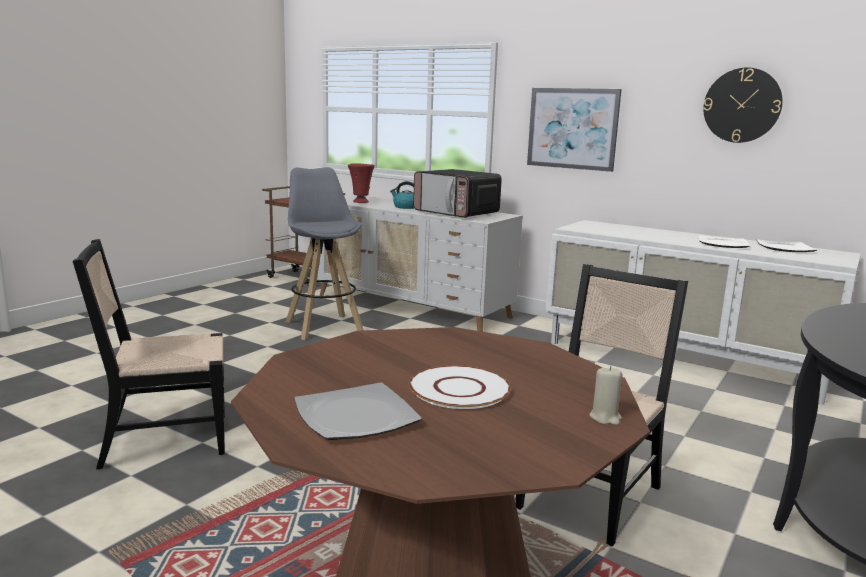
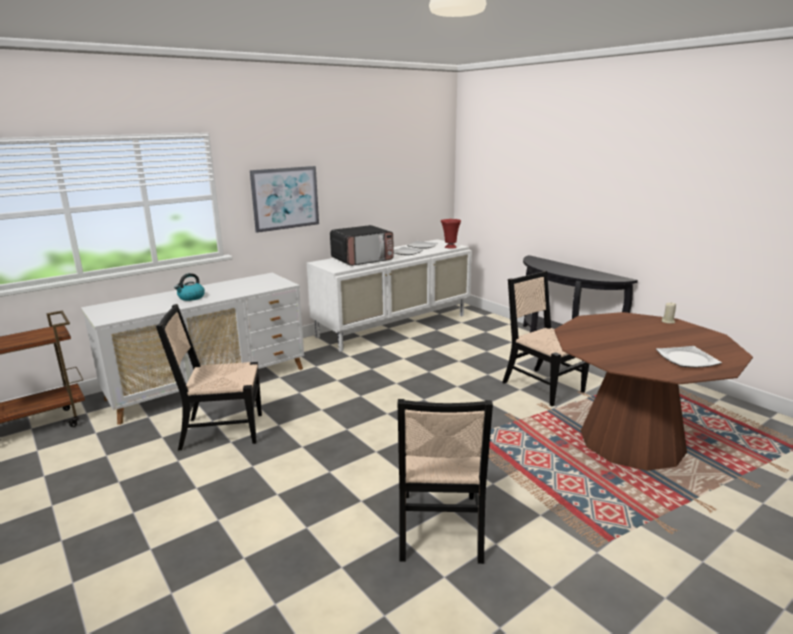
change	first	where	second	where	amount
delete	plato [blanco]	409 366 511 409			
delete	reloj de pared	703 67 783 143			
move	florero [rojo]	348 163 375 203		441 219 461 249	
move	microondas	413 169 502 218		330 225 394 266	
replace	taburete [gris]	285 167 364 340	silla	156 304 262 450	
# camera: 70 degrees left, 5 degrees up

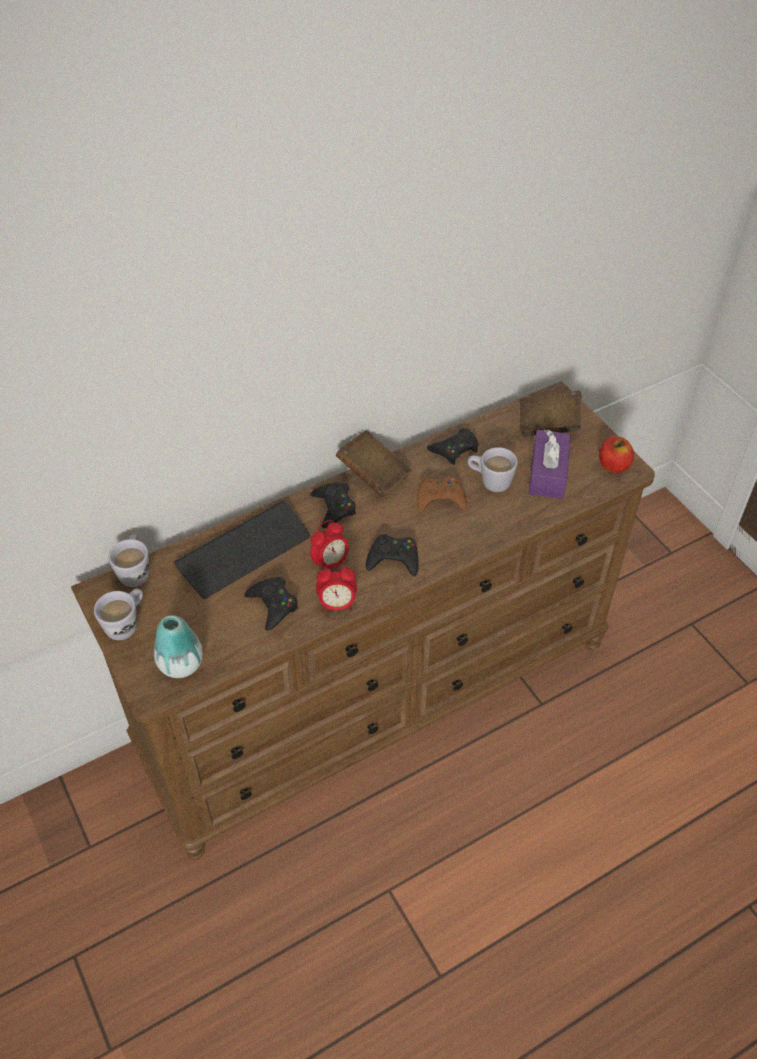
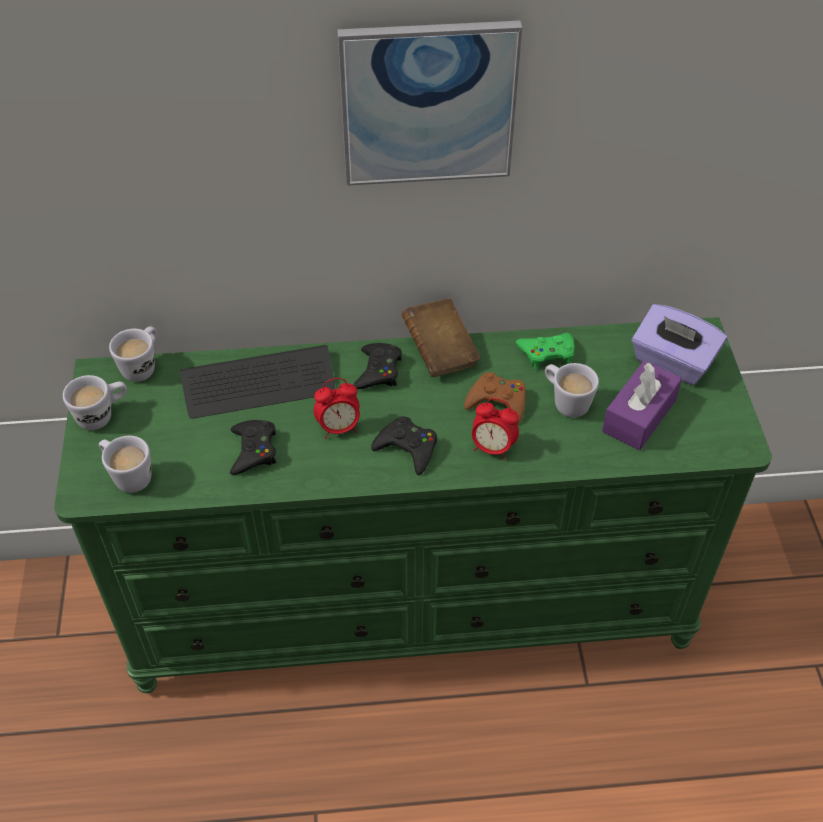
change	first	where	second	where	amount
delete	manzana	599 436 634 473			
insert			cuadro	338 21 522 186	
move	despertador	316 563 357 613		472 398 519 461	
replace	florero	154 615 203 678	taza grande [blanco]	99 436 152 493	
replace	libro [marrón]	519 391 582 437	caja de pañuelos [morado]	632 304 727 385	
recolor	cómoda [marrón]	71 381 655 860	cómoda [verde]	54 317 772 693	
recolor	mando de consola [negro]	427 428 479 465	mando de consola [verde]	516 333 574 370	
# camera: 25 degrees right, 0 degrees up

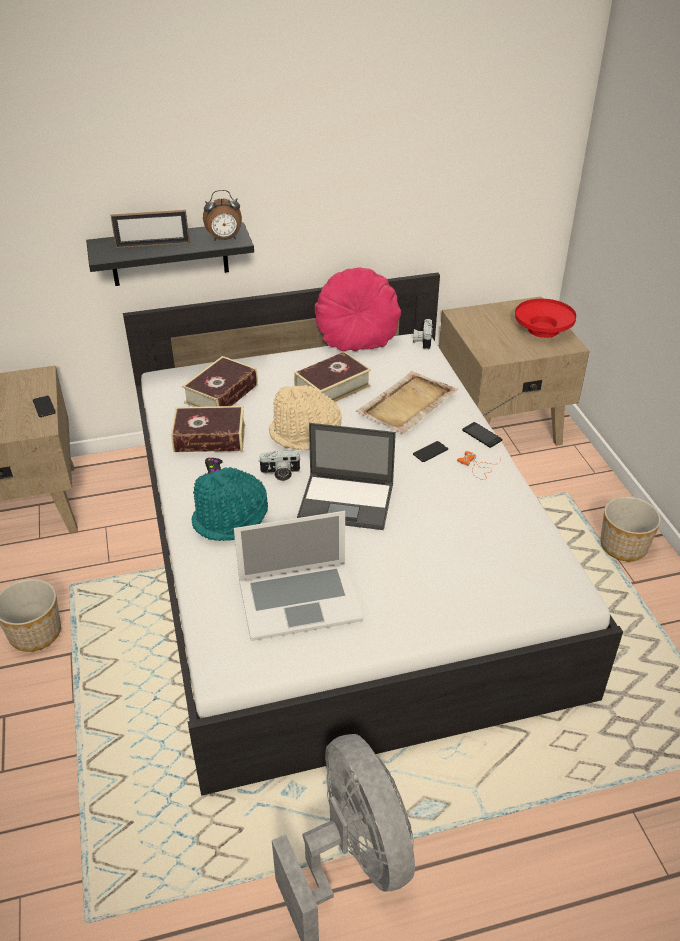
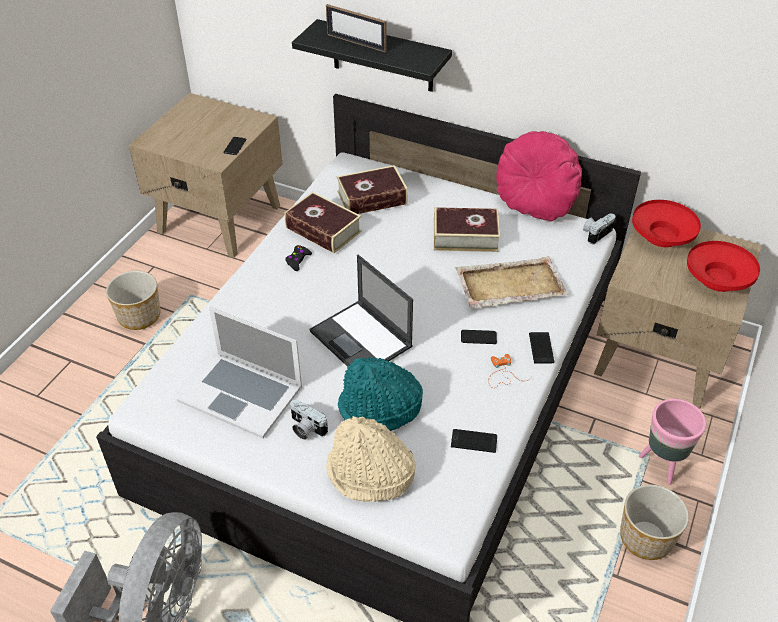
change	first	where	second	where	amount
delete	despertador	203 190 242 241			
insert			móvil	451 429 497 453	
insert			cuenco [rojo]	632 200 701 247	
insert			maceta [rosa]	639 399 706 485	
move	sombrero [turquesa]	192 467 268 541		338 357 423 431	
move	cámara	258 450 301 481		290 399 328 440	
move	sombrero [beis]	269 385 342 450		326 416 416 502	
# camera: 40 degrees right, 5 degrees up

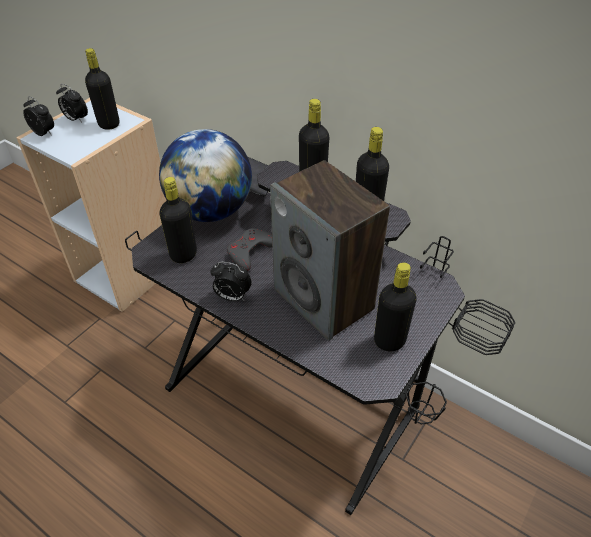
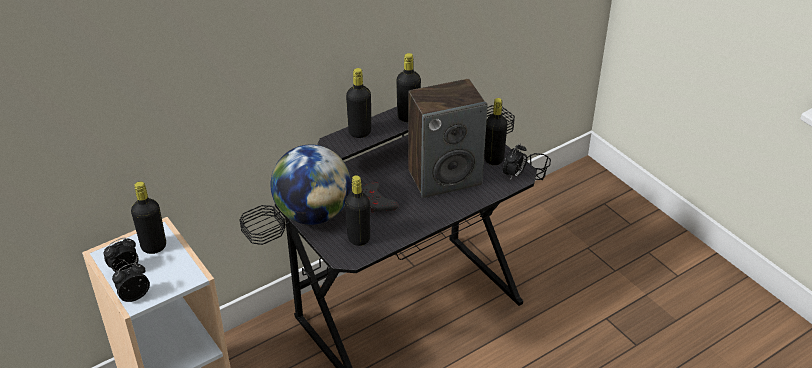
change	first	where	second	where	amount
move	despertador	210 262 252 302		503 143 527 180	
# camera: 70 degrees left, 5 degrees down

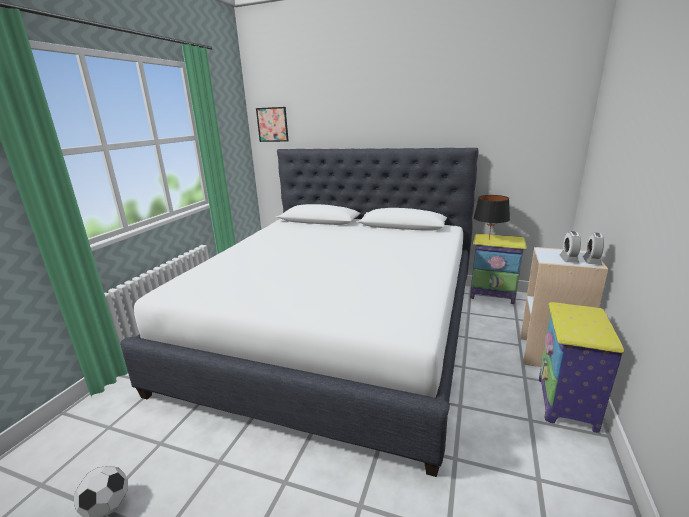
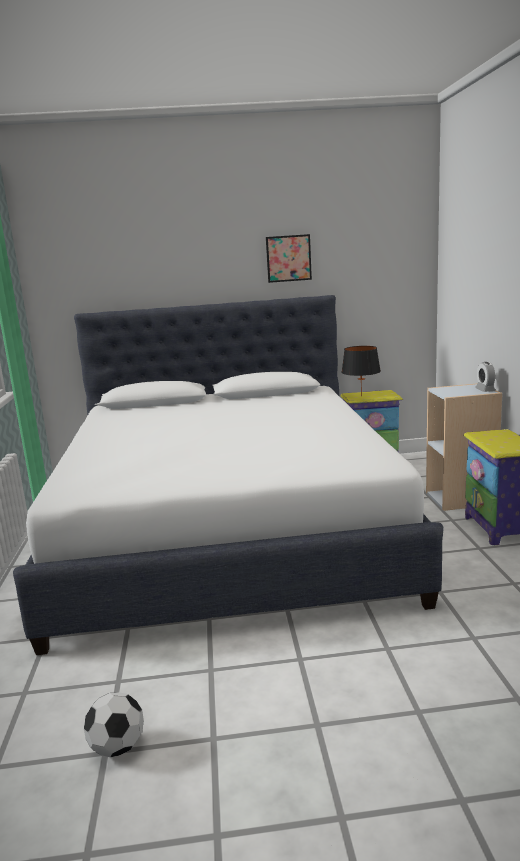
change	first	where	second	where	amount
delete	despertador	560 231 581 263			
move	cuadro	256 107 289 142		266 234 312 283	
# camera: 25 degrees left, 5 degrees down

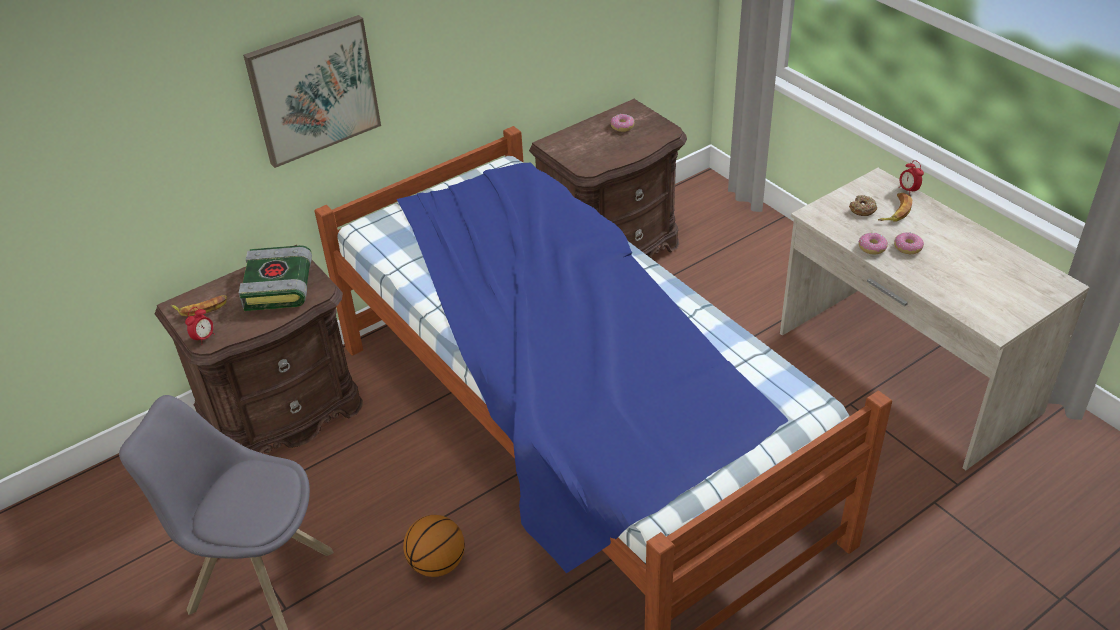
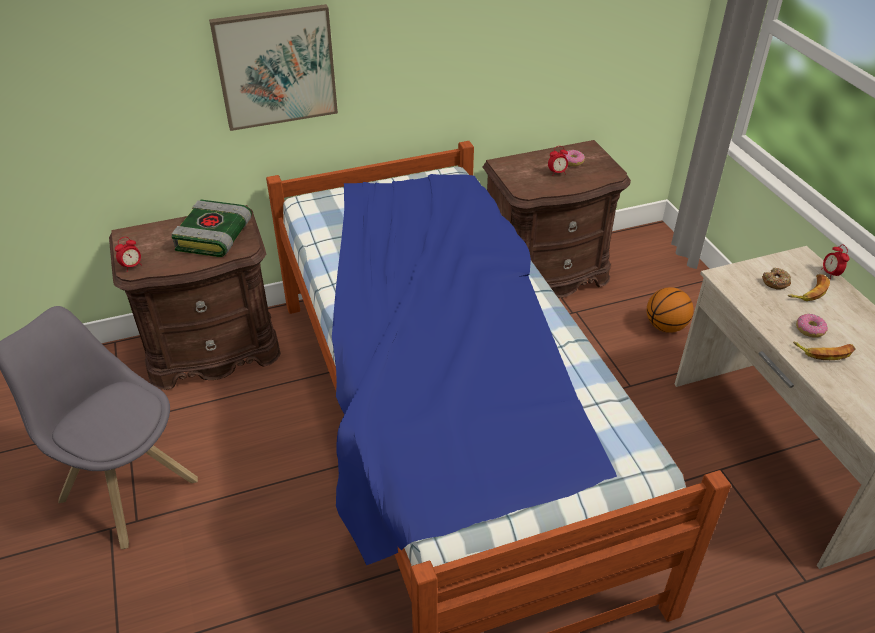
change	first	where	second	where	amount
delete	rosquilla	858 233 888 255			
insert			despertador	548 146 568 176	
move	plátano	171 295 227 317		793 342 855 360	
move	balón de baloncesto	403 515 465 577		647 287 694 333	
# camera: 15 degrees right, 0 degrees up

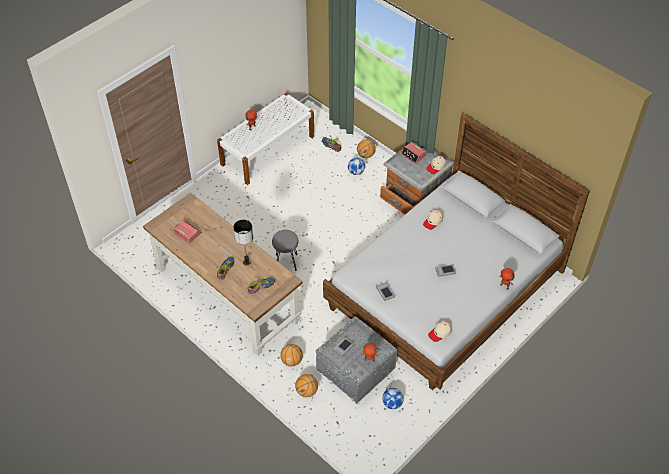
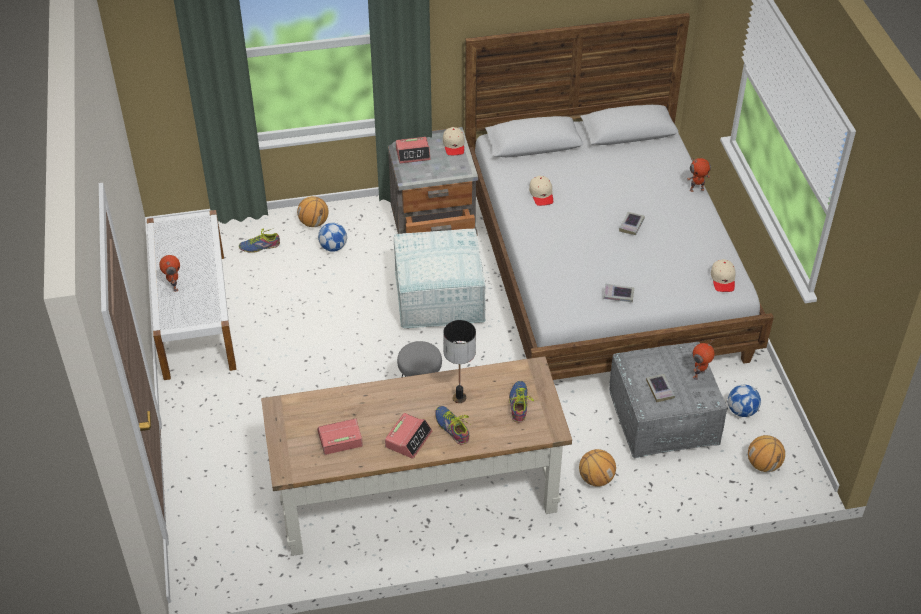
change	first	where	second	where	amount
insert			despertador	385 413 432 459	
insert			puf [blanco]	394 229 486 328	
move	balón de baloncesto	295 374 318 397		748 435 785 472	
# camera: 55 degrees left, 5 degrees down

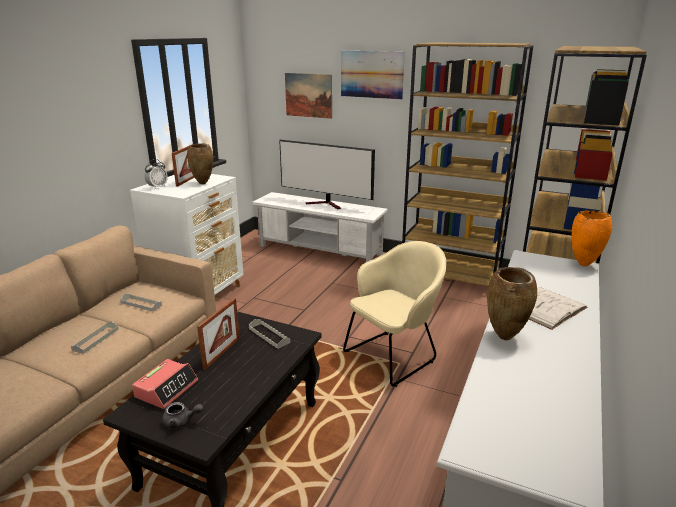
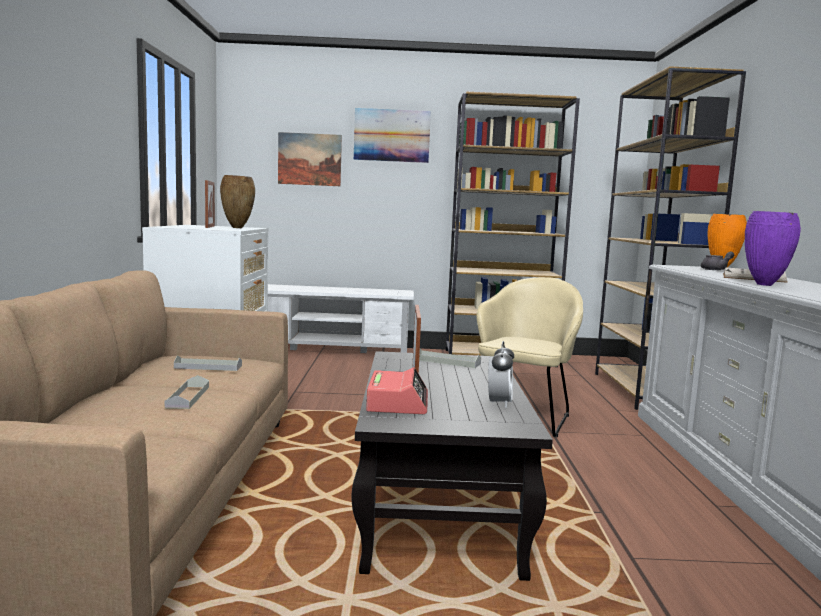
change	first	where	second	where	amount
delete	televisor	279 140 375 209			
move	despertador	144 159 168 190		488 341 514 408	
move	tetera [gris]	162 402 203 429		701 251 734 270	
recolor	florero [marrón]	487 267 537 340	florero [morado]	745 211 801 286	
# camera: 25 degrees left, 15 degrees down

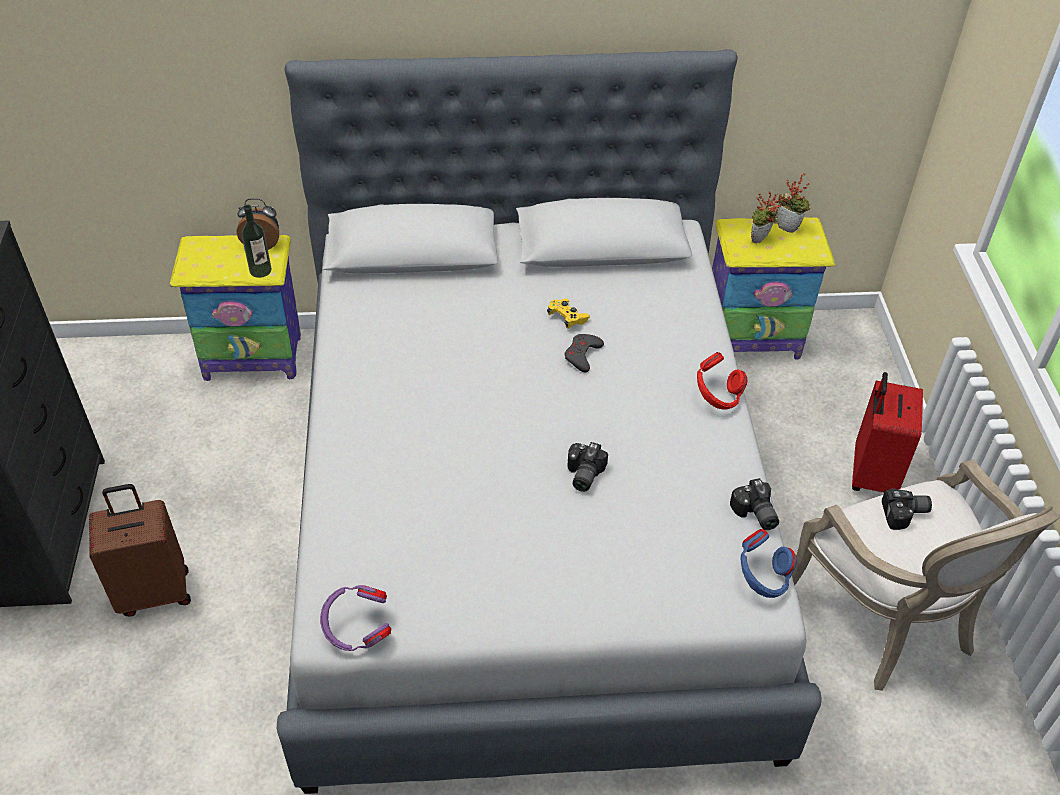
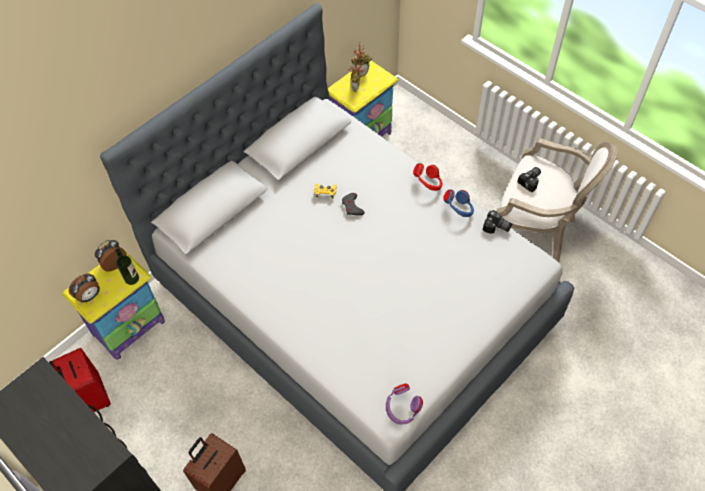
change	first	where	second	where	amount
delete	cámara	567 442 608 492			
insert			despertador	69 273 100 303	
move	auriculares [azul]	741 529 797 598		443 189 474 217	
move	maleta [rojo]	852 372 923 493		49 348 111 412	
# camera: 40 degrees left, 10 degrees up

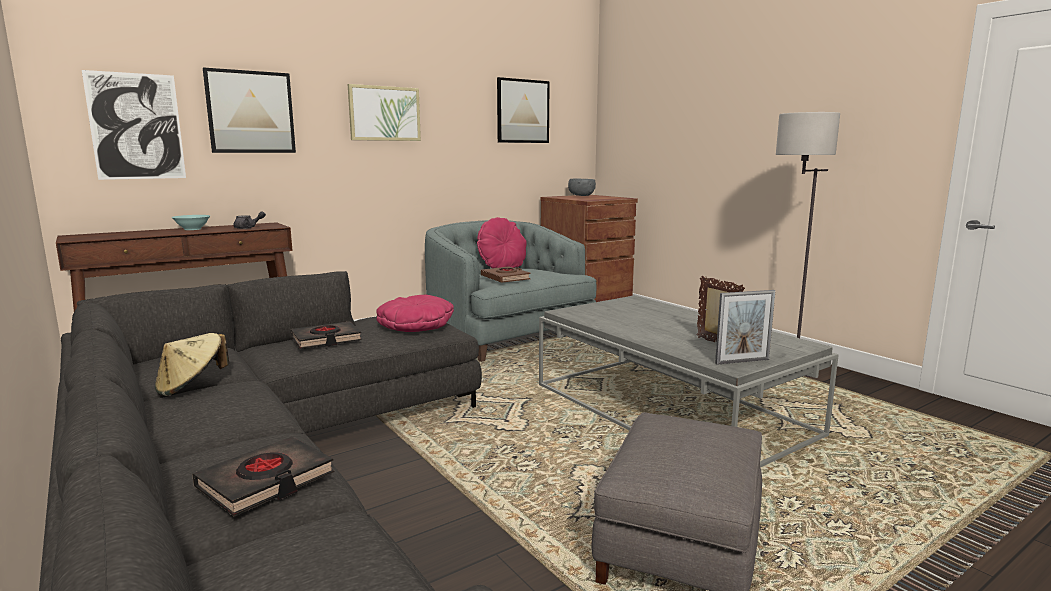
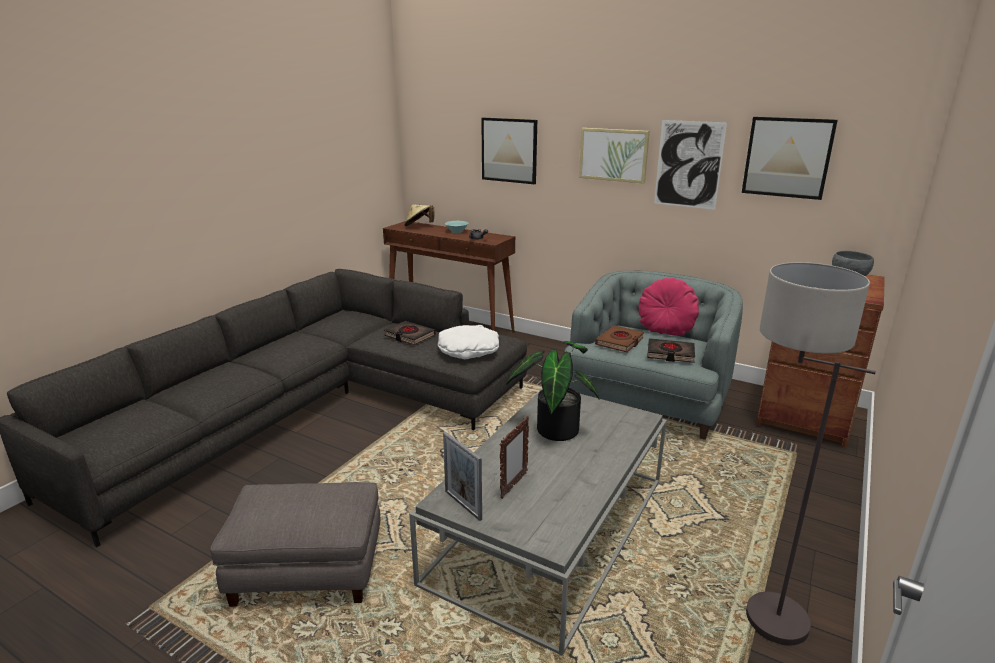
change	first	where	second	where	amount
insert			planta en maceta	506 341 600 441	
move	cuadro	82 70 186 180		654 120 727 210	
move	sombrero [beis]	155 333 229 396		405 205 435 226	
move	libro [negro]	192 436 334 517		647 338 695 363	
recolor	cojín [rosa]	376 295 454 332	cojín [blanco]	438 325 499 359	
# camera: 65 degrees right, 10 degrees up

